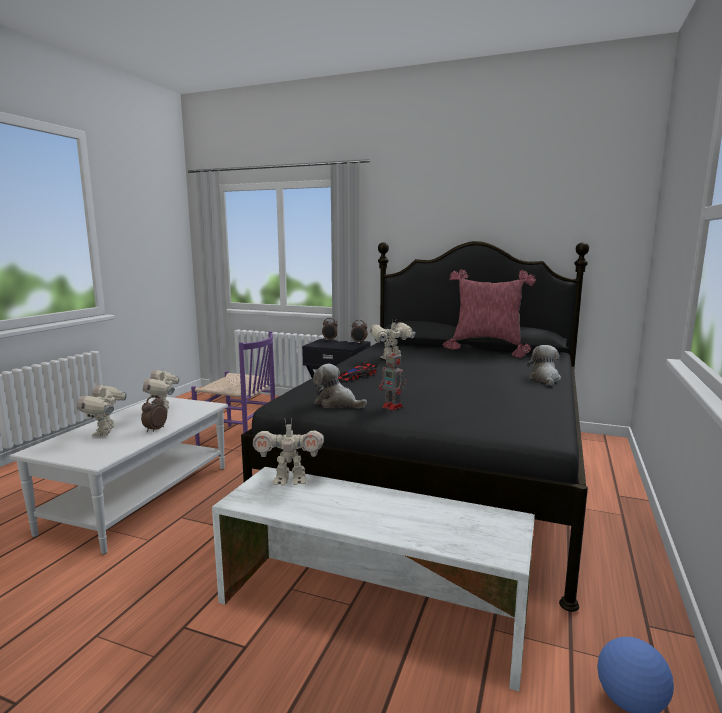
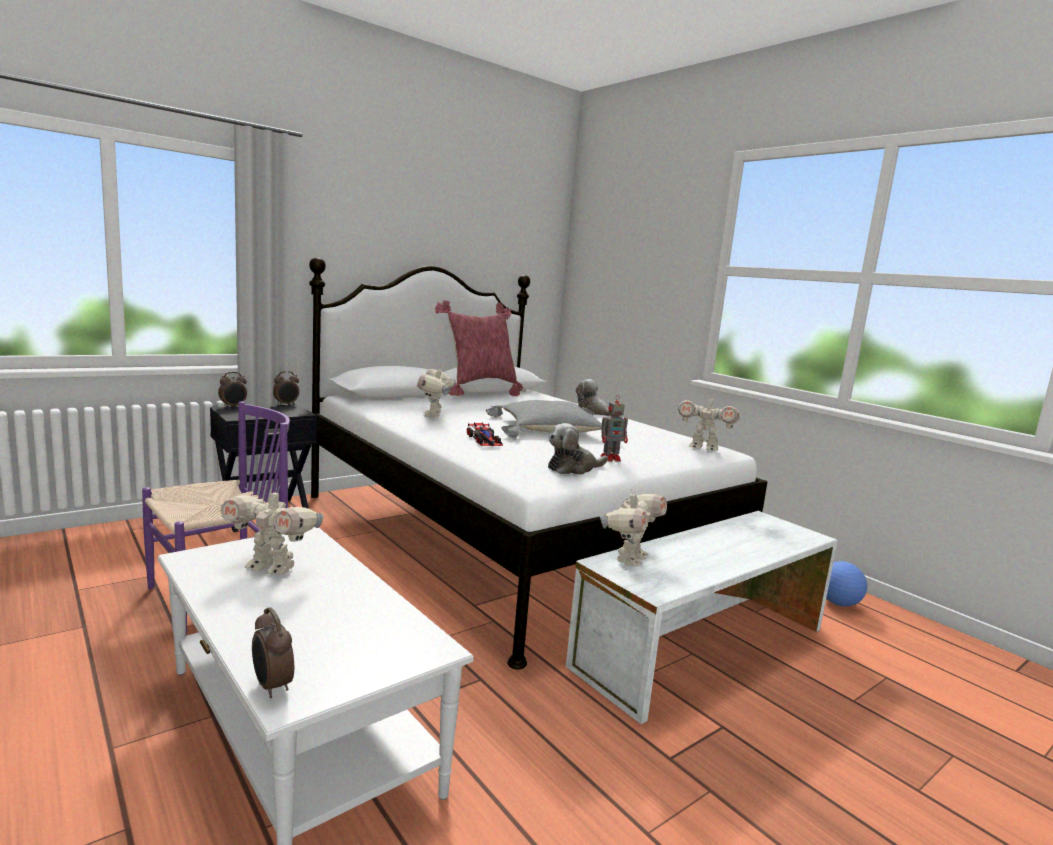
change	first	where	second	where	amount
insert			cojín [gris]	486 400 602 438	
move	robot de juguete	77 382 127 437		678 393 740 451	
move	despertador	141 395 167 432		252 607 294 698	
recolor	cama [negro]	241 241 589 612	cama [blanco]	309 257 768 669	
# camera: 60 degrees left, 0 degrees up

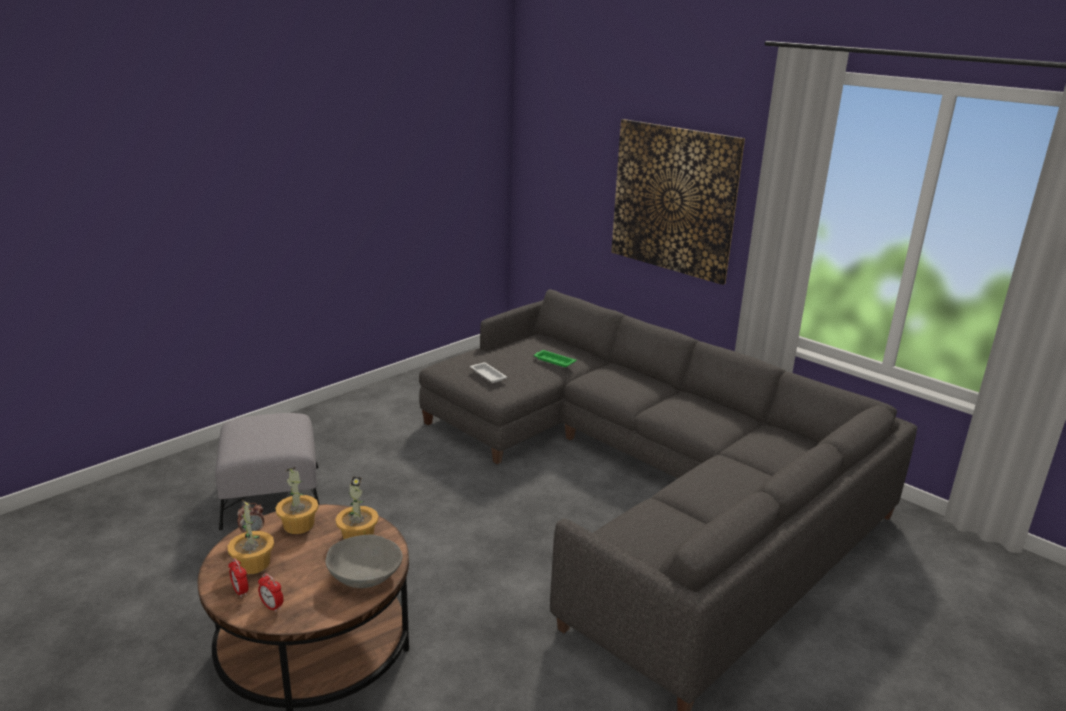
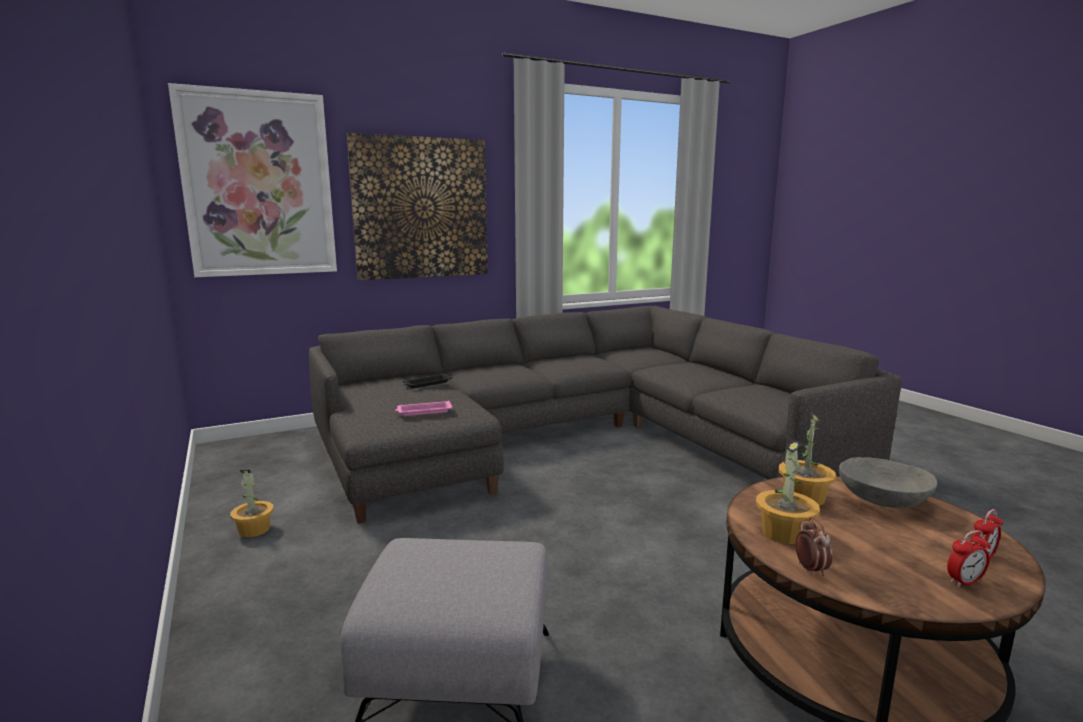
change	first	where	second	where	amount
insert			cuadro	168 83 337 277	
move	planta en maceta	228 500 274 574		230 470 274 537	
recolor	bandeja [blanco]	470 362 507 383	bandeja [rosa]	395 400 453 416	
recolor	bandeja [verde]	534 350 576 367	bandeja [negro]	403 373 452 388	
# camera: 70 degrees left, 10 degrees down

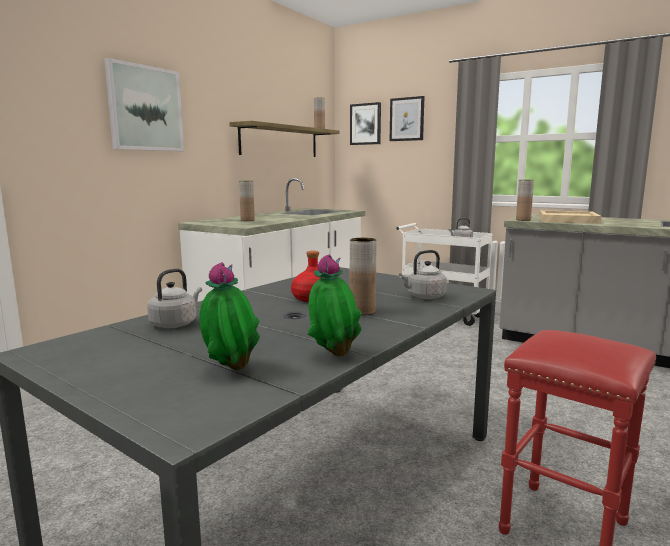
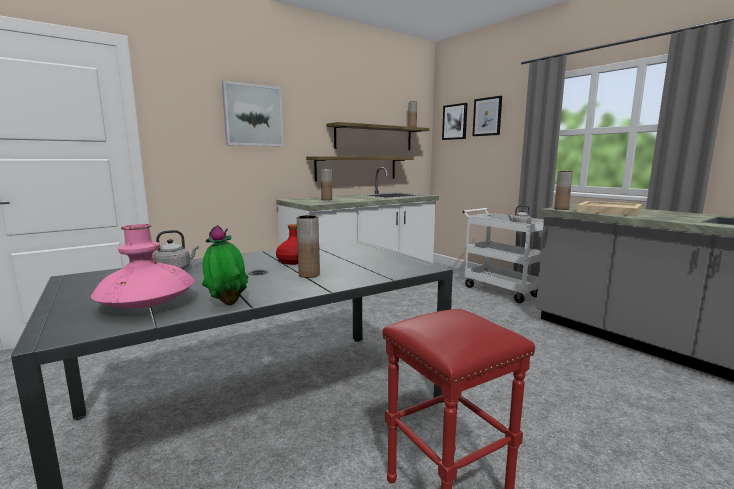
change	first	where	second	where	amount
delete	hervidor [gris]	399 250 447 299			
insert			estante	306 156 414 181	
replace	planta en maceta	199 262 260 370	florero [rosa]	91 224 195 308	
# camera: 20 degrees right, 0 degrees up

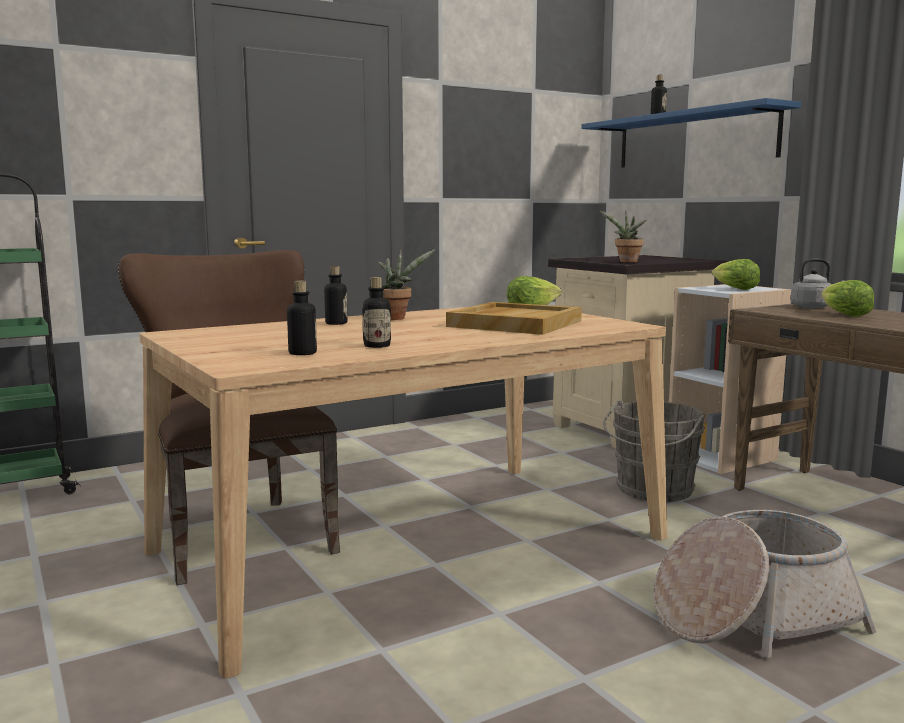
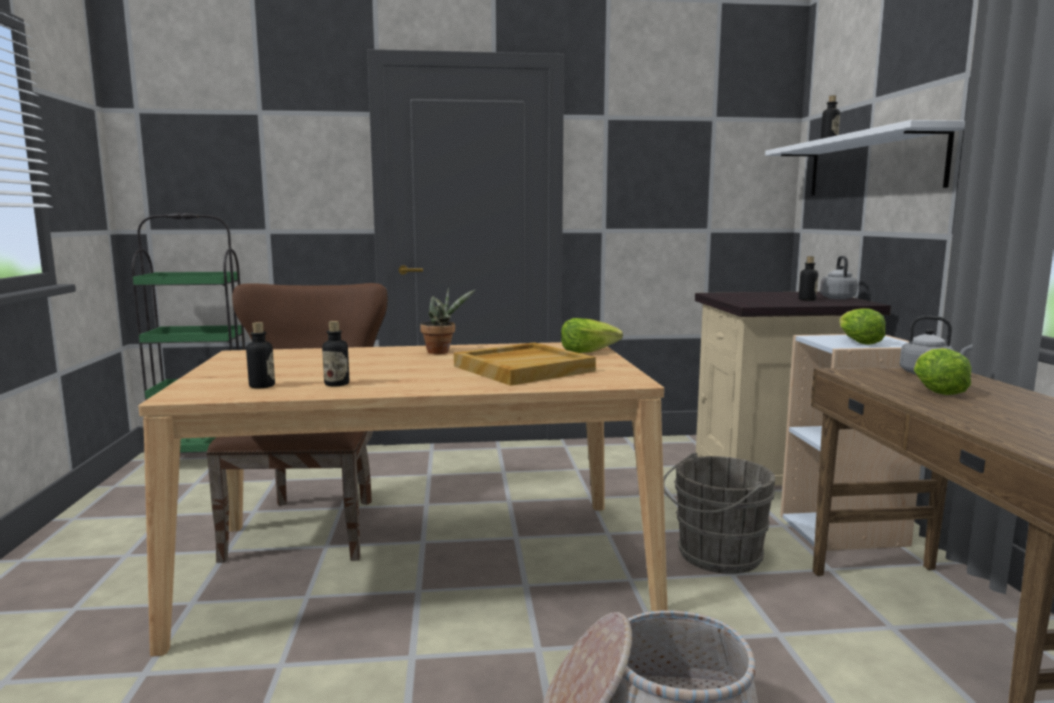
change	first	where	second	where	amount
delete	planta en maceta	599 210 647 263			
insert			hervidor [gris]	820 256 858 299	
move	botella	324 266 347 325		799 256 818 301	
recolor	estante [azul]	581 98 801 168	estante [blanco]	765 120 965 195	
# camera: 25 degrees right, 0 degrees up

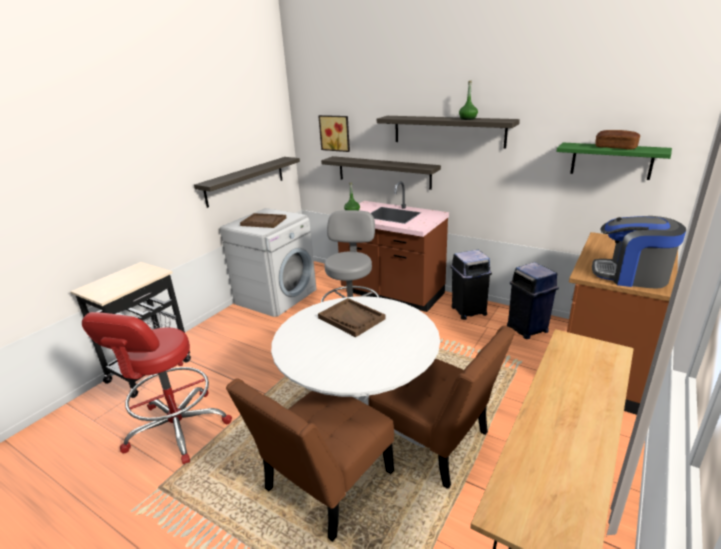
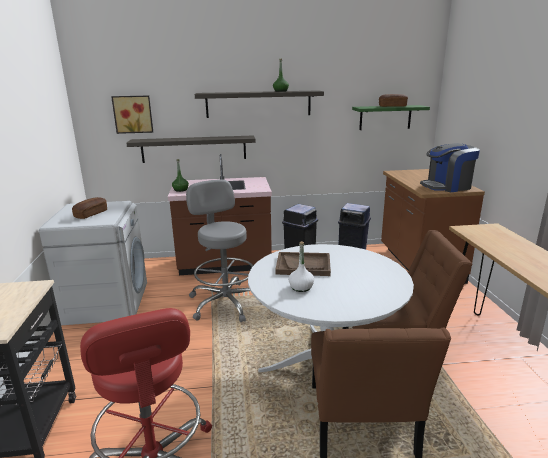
change	first	where	second	where	amount
delete	estante	194 157 300 208			
insert			botella [blanco]	288 241 314 292	
replace	bandeja [marrón]	240 213 286 228	pan	72 197 107 219	
# camera: 40 degrees left, 5 degrees down

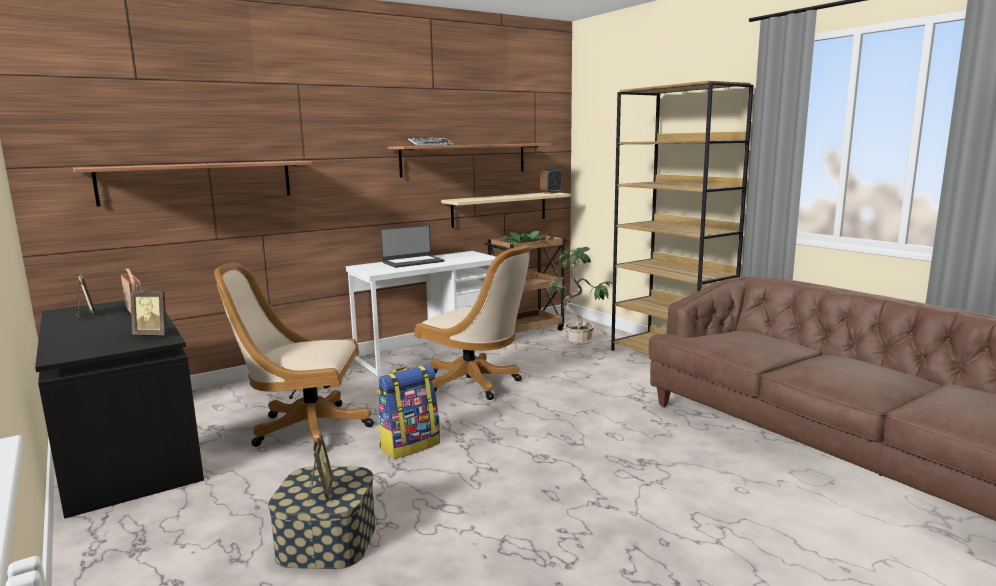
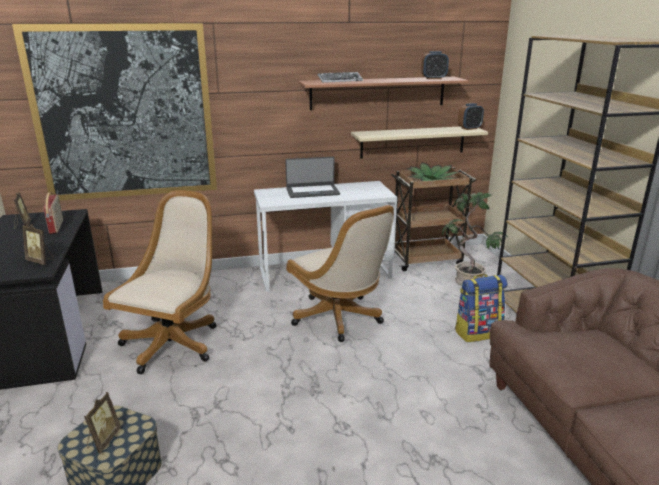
change	first	where	second	where	amount
insert			despertador	421 51 449 79	
move	mochila	377 365 440 459		455 274 507 342	
replace	estante	73 161 312 207	cuadro	12 23 217 200	
rotate	silla de oficina	214 263 374 452		103 190 216 374	90 degrees clockwise
# camera: 20 degrees right, 10 degrees up

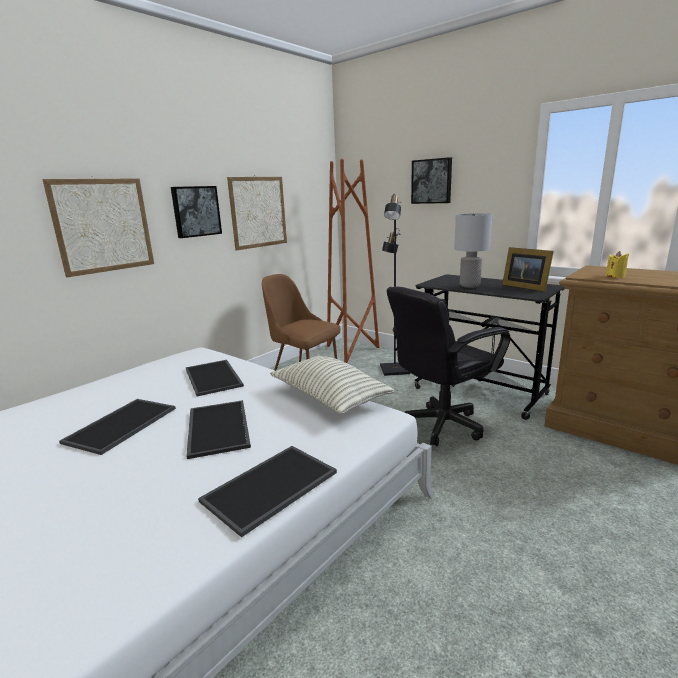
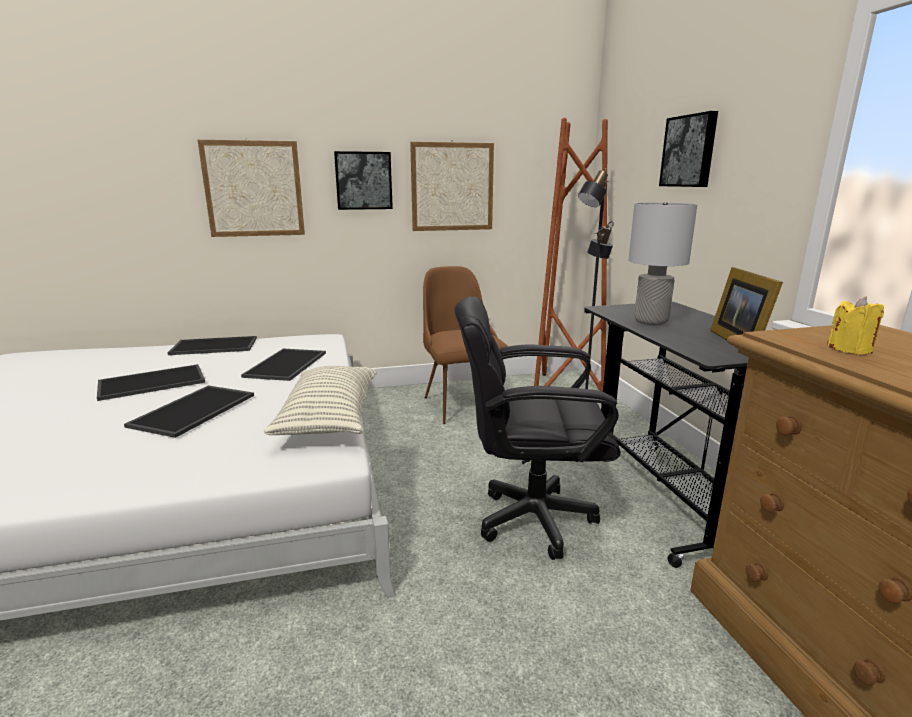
change	first	where	second	where	amount
move	bandeja	198 446 337 537		168 336 257 355	
# camera: 35 degrees right, 0 degrees up

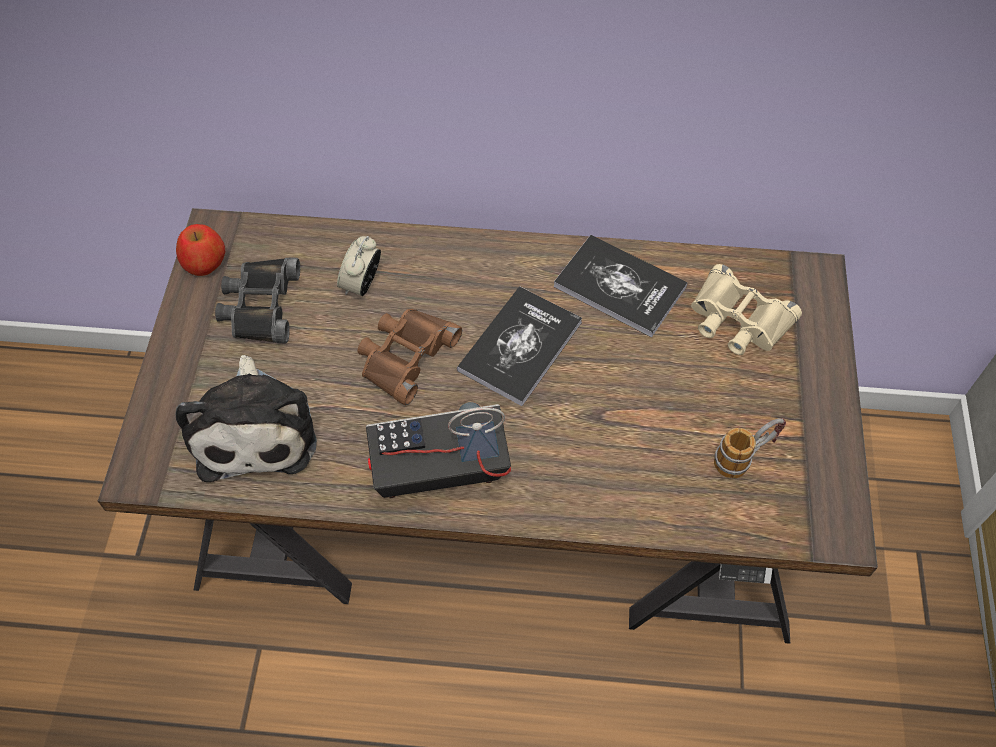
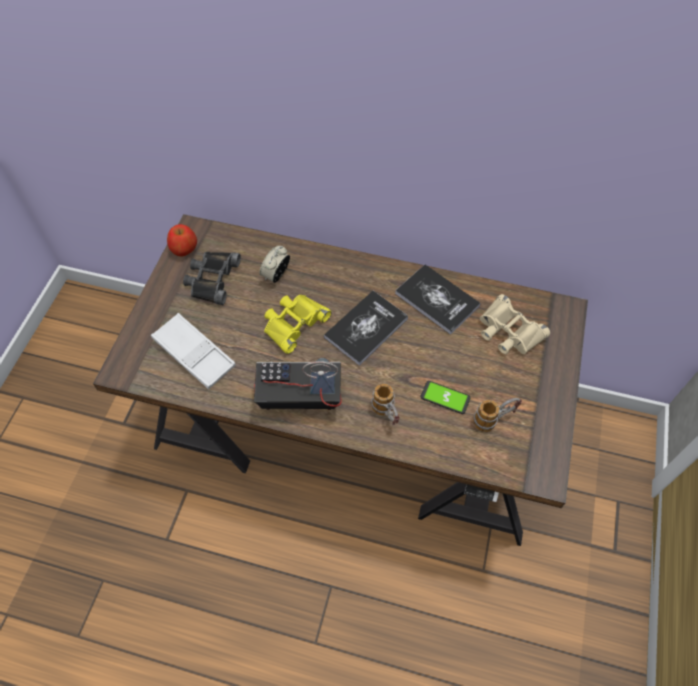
change	first	where	second	where	amount
insert			taza grande	371 383 400 426	
insert			móvil	420 381 471 414	
replace	peluche	176 355 317 482	bandeja [blanco]	151 313 236 390	
recolor	prismáticos [marrón]	357 309 462 405	prismáticos [amarillo]	264 295 332 354	
# camera: 10 degrees right, 0 degrees up

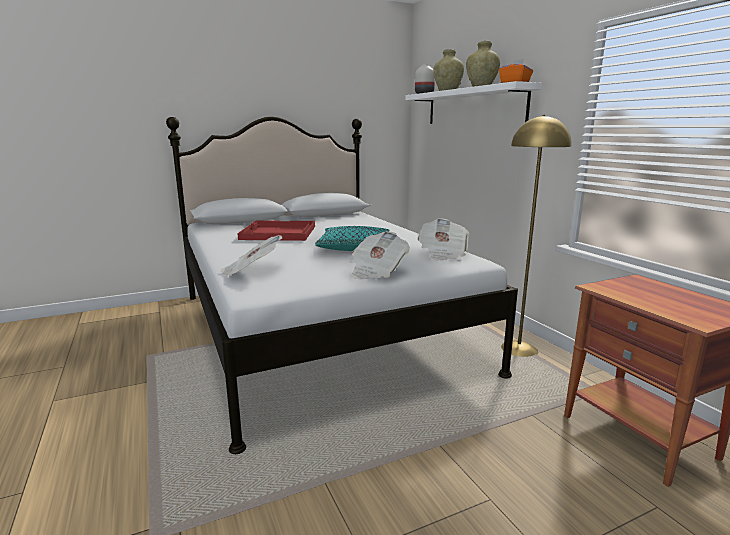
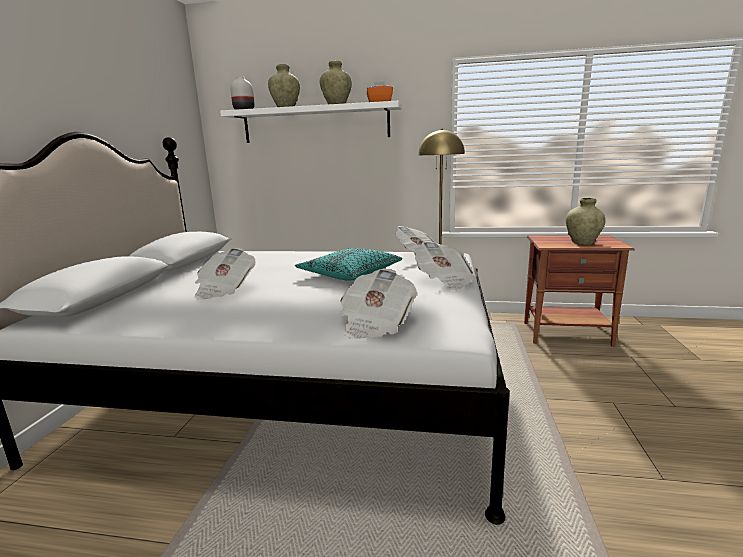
change	first	where	second	where	amount
insert			florero [beis]	566 198 606 245	
replace	bandeja [rojo]	237 220 315 241	periódico	194 248 256 300	
# camera: 55 degrees left, 0 degrees up

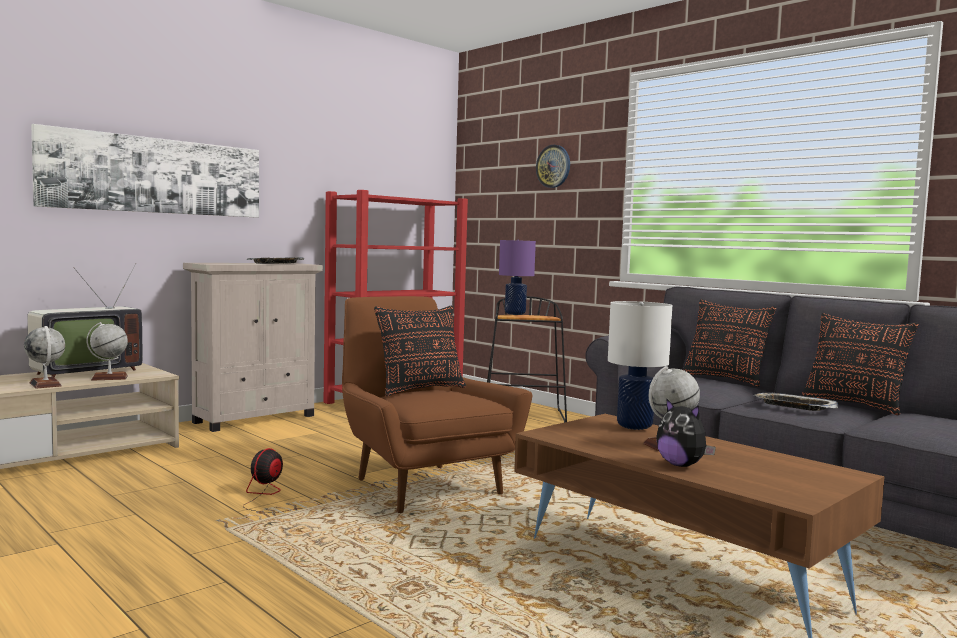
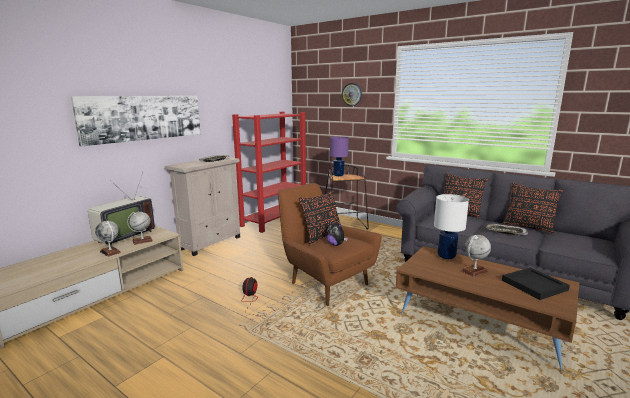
change	first	where	second	where	amount
insert			bandeja [negro]	502 268 570 300	
move	peluche	656 398 716 467		326 220 348 246	
# camera: 10 degrees left, 10 degrees up

